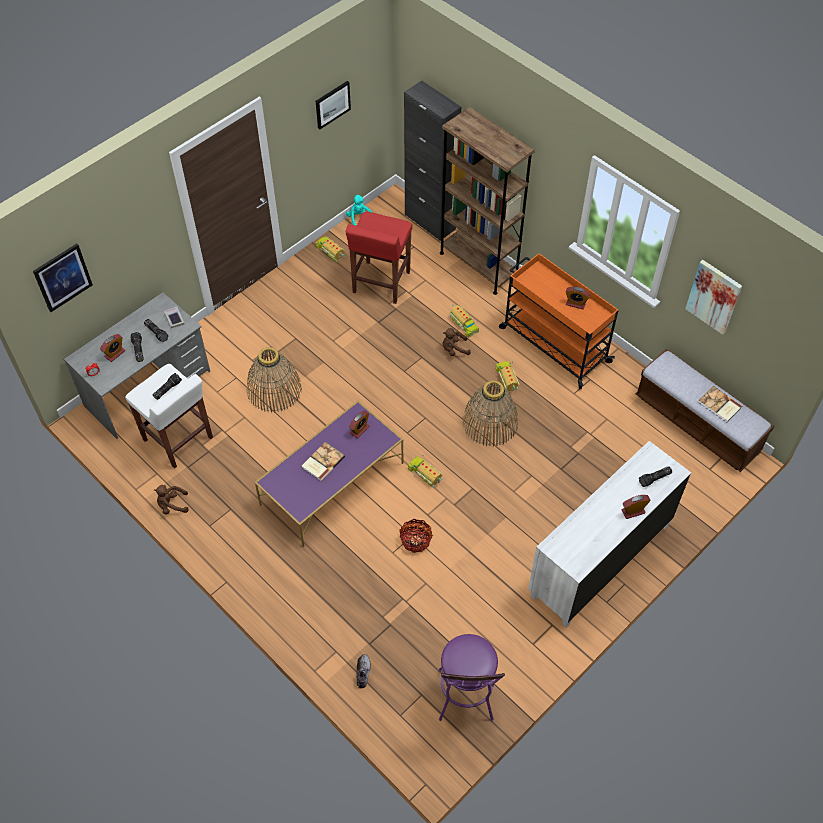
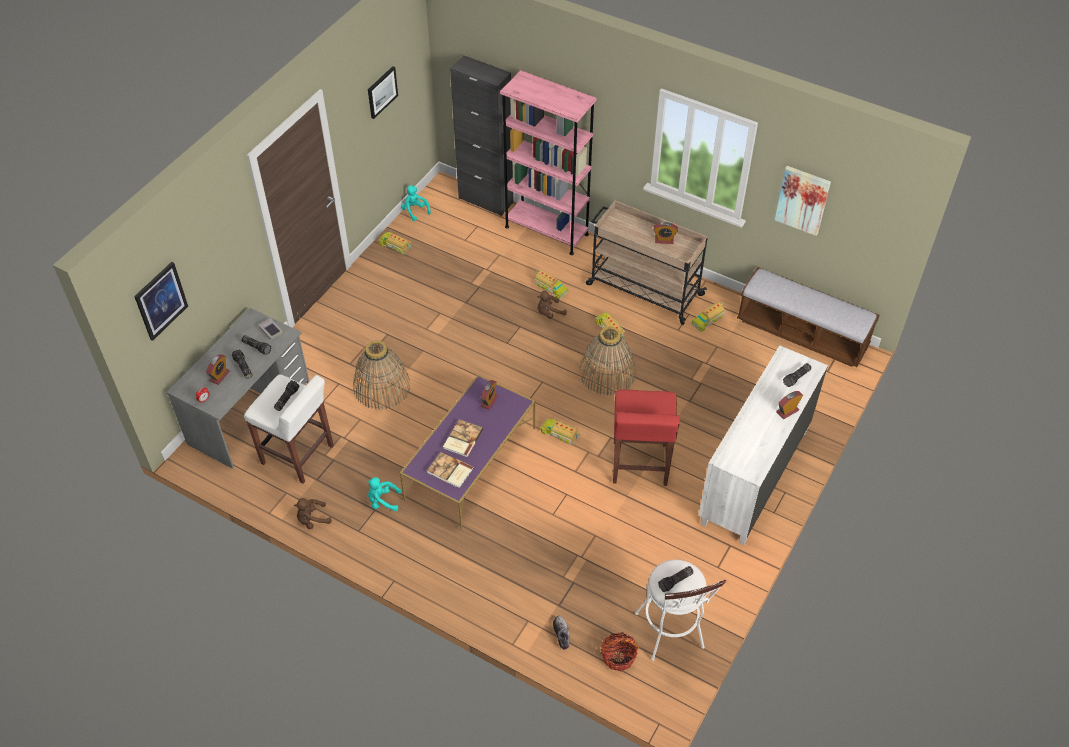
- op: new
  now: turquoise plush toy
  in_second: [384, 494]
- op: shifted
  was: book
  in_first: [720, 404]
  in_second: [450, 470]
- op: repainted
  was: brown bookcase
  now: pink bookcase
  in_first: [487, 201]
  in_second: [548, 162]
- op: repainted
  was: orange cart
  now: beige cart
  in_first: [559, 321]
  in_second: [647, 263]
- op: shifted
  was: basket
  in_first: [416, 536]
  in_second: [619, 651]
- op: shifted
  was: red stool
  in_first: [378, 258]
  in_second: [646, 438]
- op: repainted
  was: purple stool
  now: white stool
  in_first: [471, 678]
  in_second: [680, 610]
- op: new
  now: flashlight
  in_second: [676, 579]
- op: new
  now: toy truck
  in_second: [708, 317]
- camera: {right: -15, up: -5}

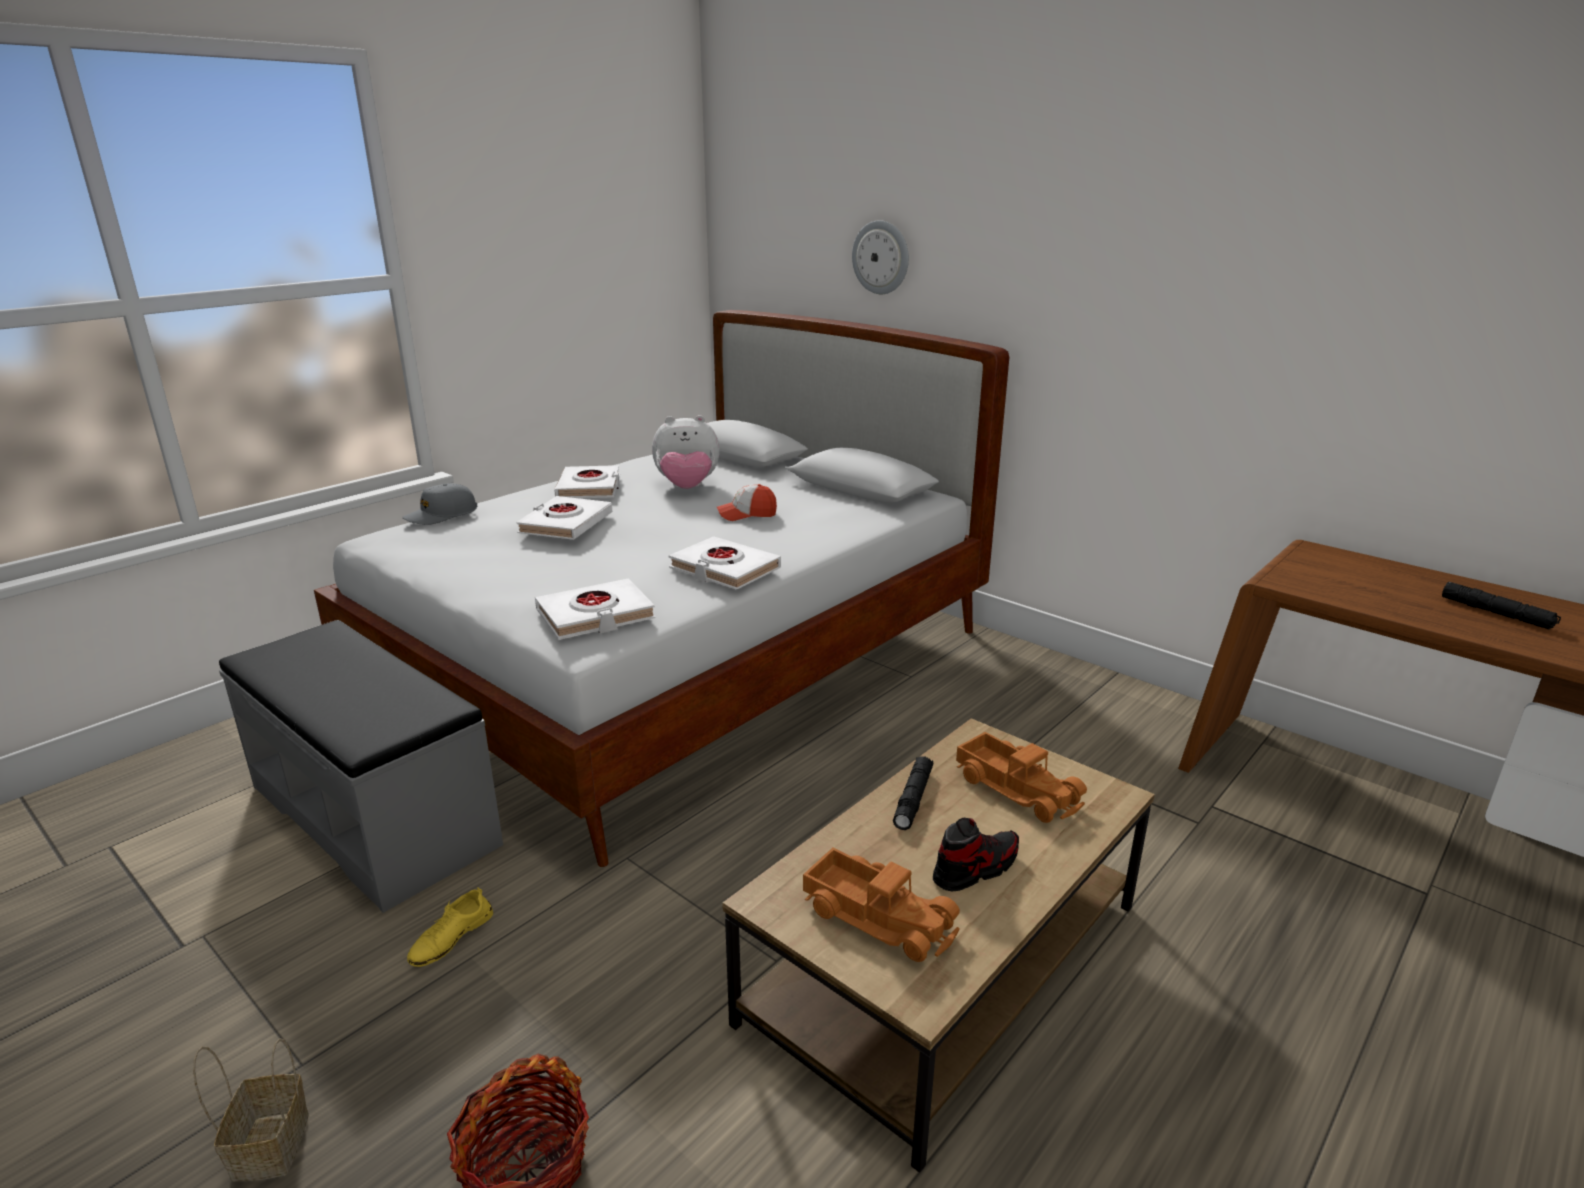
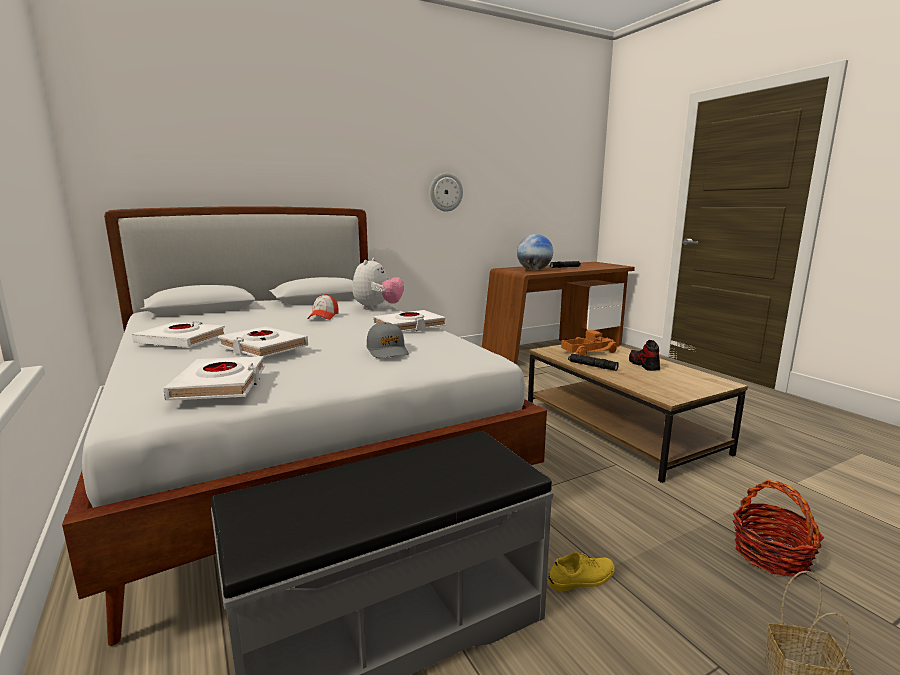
- op: shifted
  was: white book
  in_first: [595, 609]
  in_second: [214, 378]
- op: shifted
  was: plush toy
  in_first: [686, 452]
  in_second: [378, 284]
- op: shifted
  was: grey cap
  in_first: [439, 504]
  in_second: [387, 340]
- op: shifted
  was: wall clock
  in_first: [880, 257]
  in_second: [446, 192]
- op: new
  now: globe
  in_second: [535, 252]
- op: rotated
  was: yellow shoe
  in_first: [450, 927]
  in_second: [581, 571]
  clockwise: -75
- op: gone
  was: toy truck
  in_first: [881, 905]
- camera: {right: -70, up: -10}

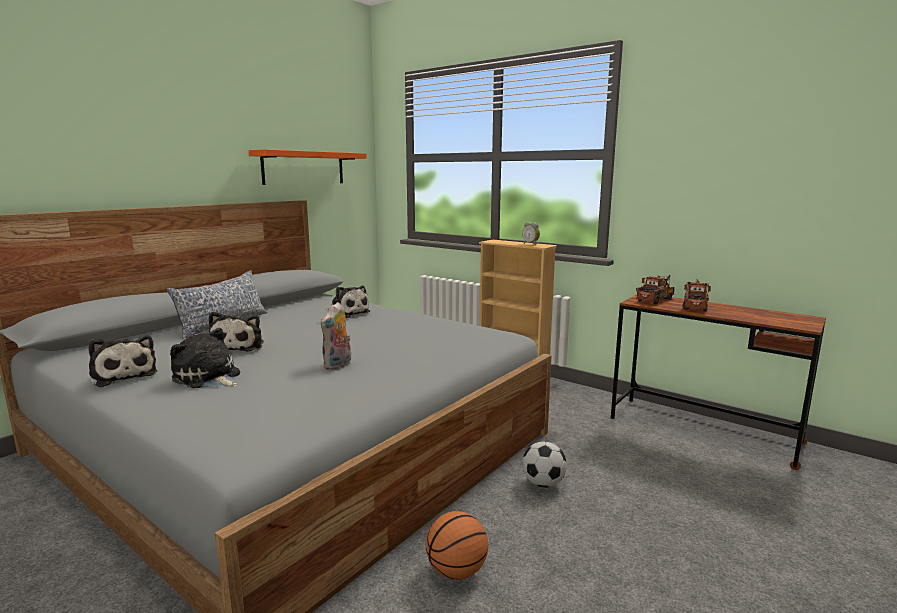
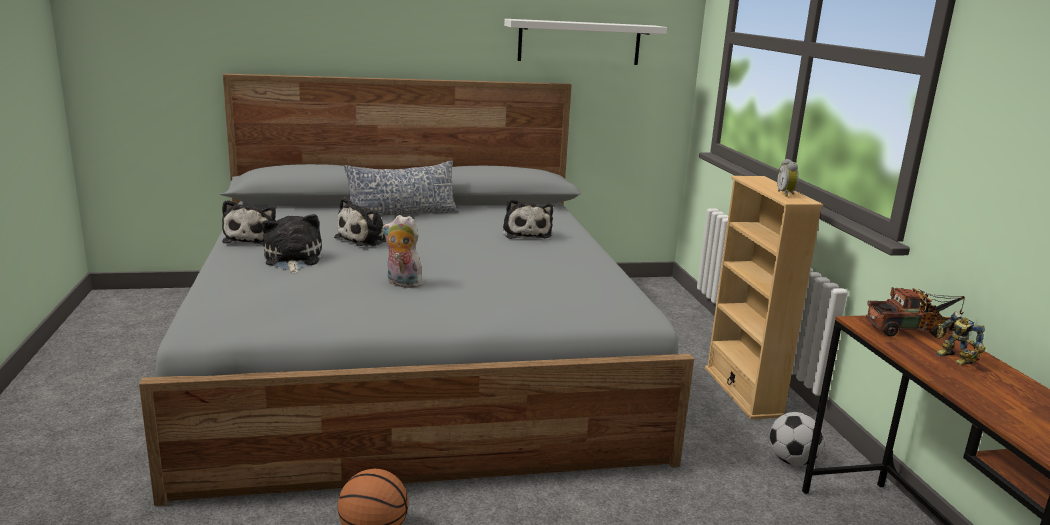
- op: rotated
  was: plush toy
  in_first: [336, 336]
  in_second: [403, 251]
  clockwise: 45
- op: repainted
  was: orange shelf
  now: white shelf
  in_first: [308, 167]
  in_second: [585, 42]
- op: shifted
  was: football
  in_first: [544, 464]
  in_second: [796, 439]
- op: swapped
  was: toy truck
  now: toy robot
  in_first: [697, 295]
  in_second: [961, 338]
- camera: {right: 40, up: 5}

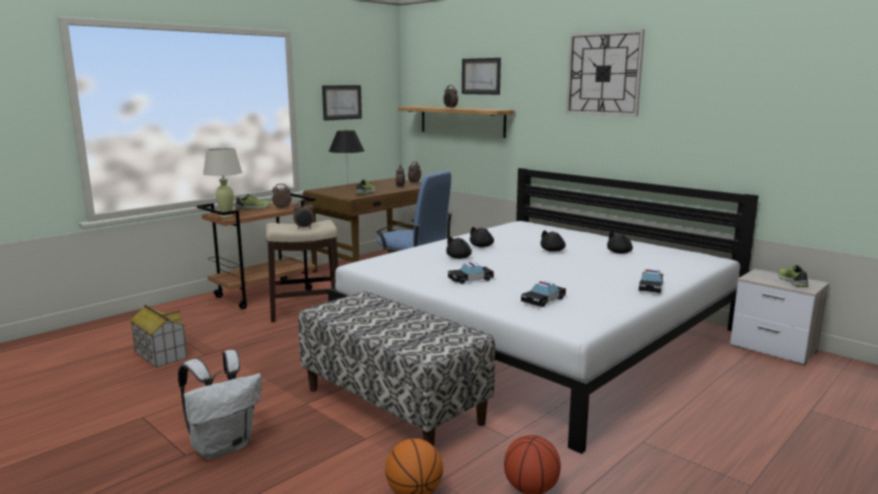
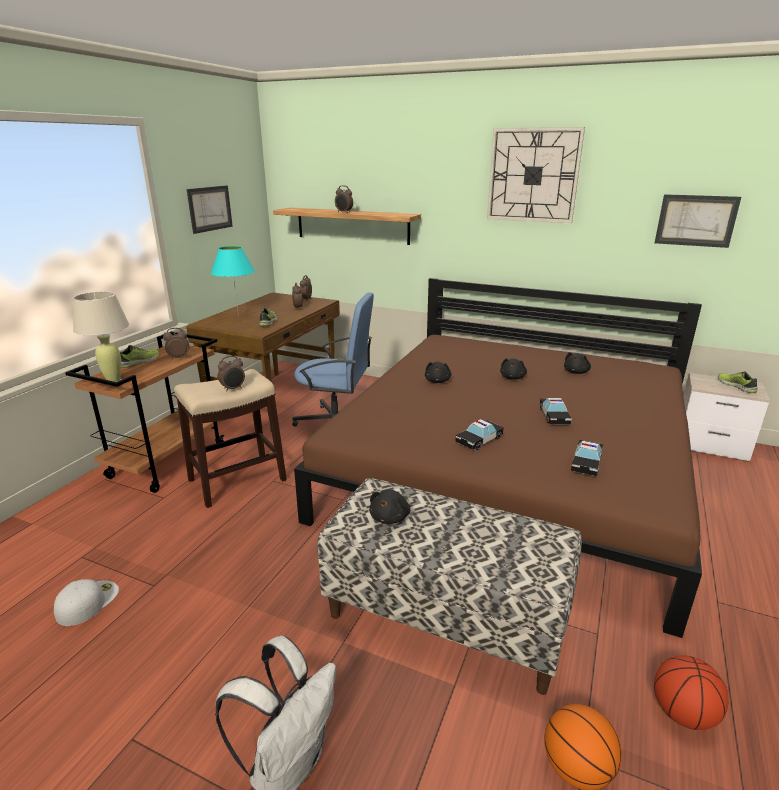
- op: swapped
  was: toy house
  now: white cap
  in_first: [158, 336]
  in_second: [86, 602]
- op: repainted
  was: black table lamp
  now: turquoise table lamp
  in_first: [347, 154]
  in_second: [233, 281]
- op: repainted
  was: white bed
  now: brown bed
  in_first: [543, 311]
  in_second: [498, 458]
- op: shifted
  was: black plush toy
  in_first: [459, 247]
  in_second: [389, 506]
- op: shifted
  was: toy car
  in_first: [651, 281]
  in_second: [556, 411]
- op: shifted
  was: picture
  in_first: [481, 76]
  in_second: [698, 221]
- camera: {right: -20, up: 10}

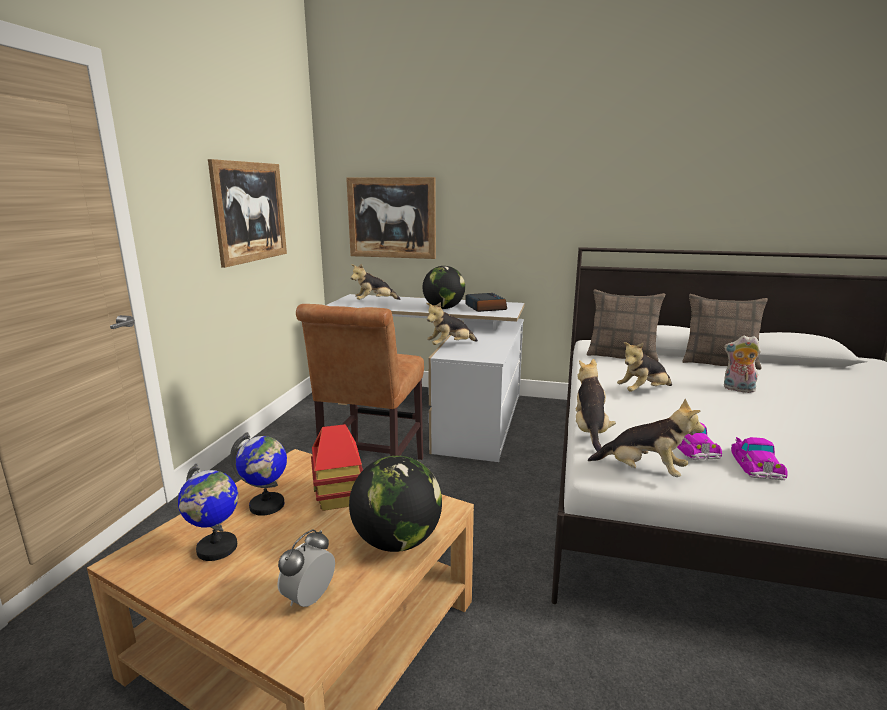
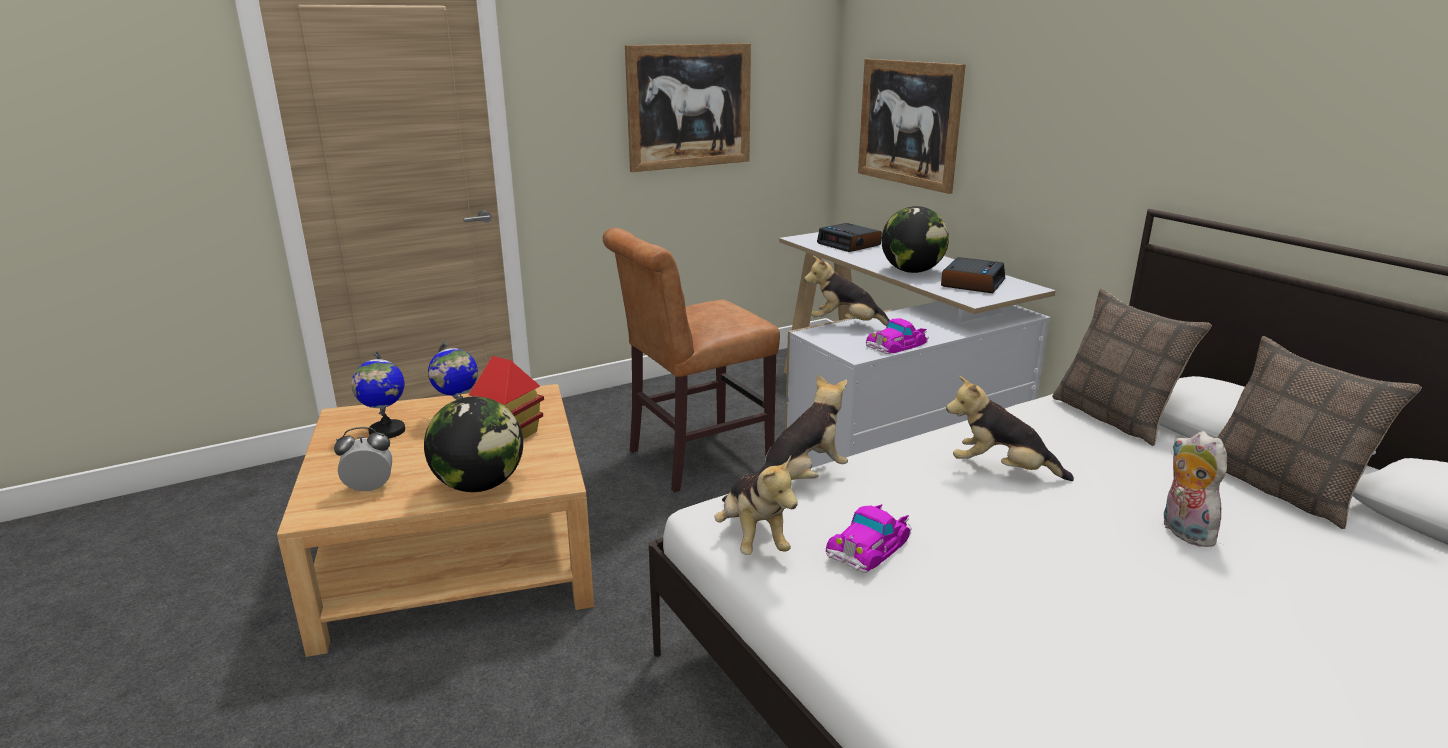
- op: swapped
  was: plush toy
  now: alarm clock
  in_first: [376, 282]
  in_second: [849, 237]
- op: shifted
  was: toy car
  in_first: [759, 458]
  in_second: [897, 336]
- camera: {right: 45, up: 5}

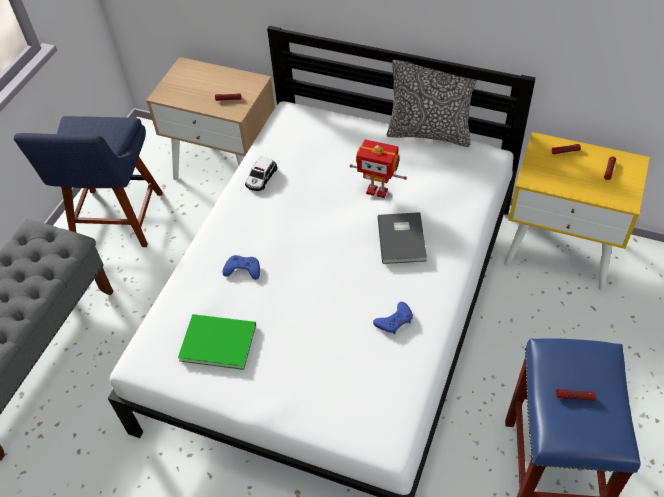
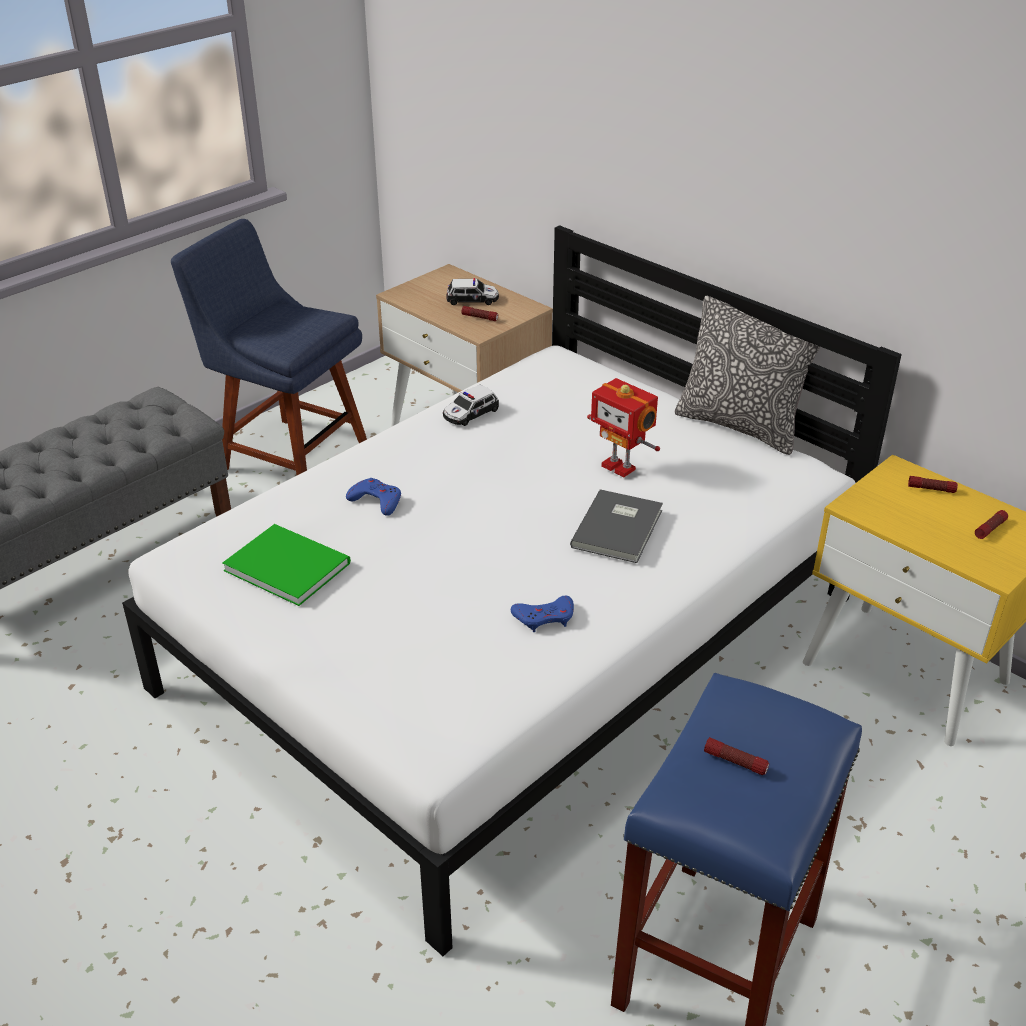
- op: rotated
  was: blue chair
  in_first: [88, 181]
  in_second: [269, 347]
  clockwise: 90
- op: new
  now: toy car
  in_second: [473, 291]
- camera: {right: 20, up: -15}

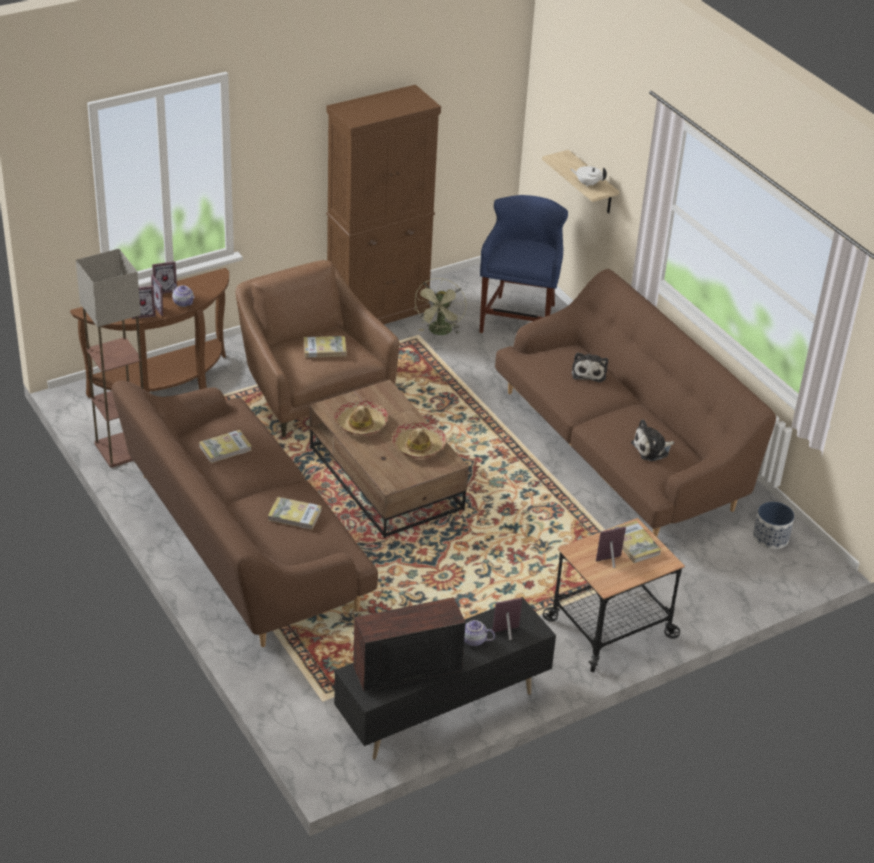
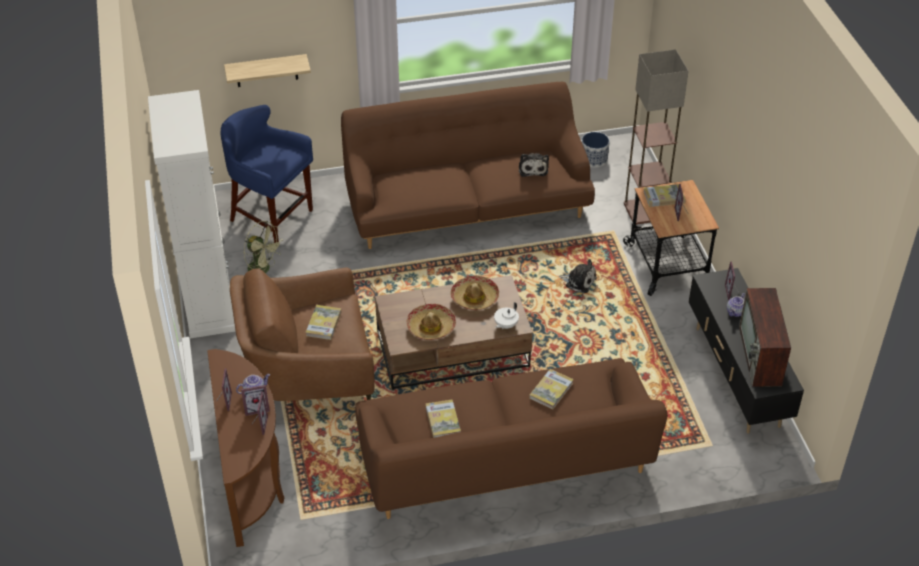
- op: repainted
  was: brown cabinet
  now: white cabinet
  in_first: [383, 204]
  in_second: [191, 214]
- op: shifted
  was: white teapot
  in_first: [588, 176]
  in_second: [506, 315]
- op: shifted
  was: plush toy
  in_first: [590, 367]
  in_second: [578, 276]
- op: shifted
  was: floor lamp
  in_first: [110, 358]
  in_second: [656, 137]
- camera: {right: -70, up: 5}

